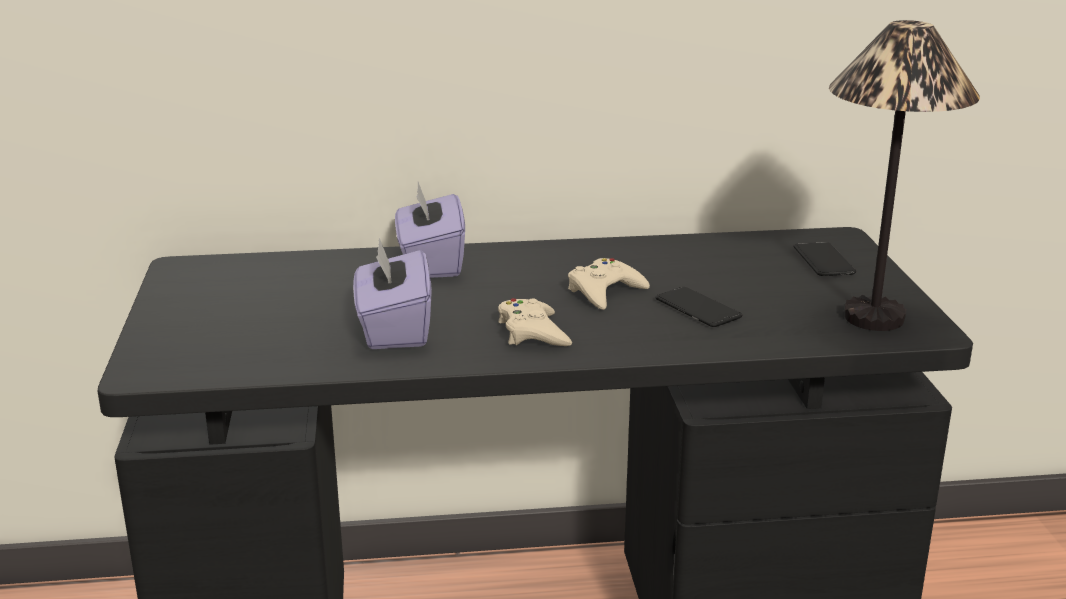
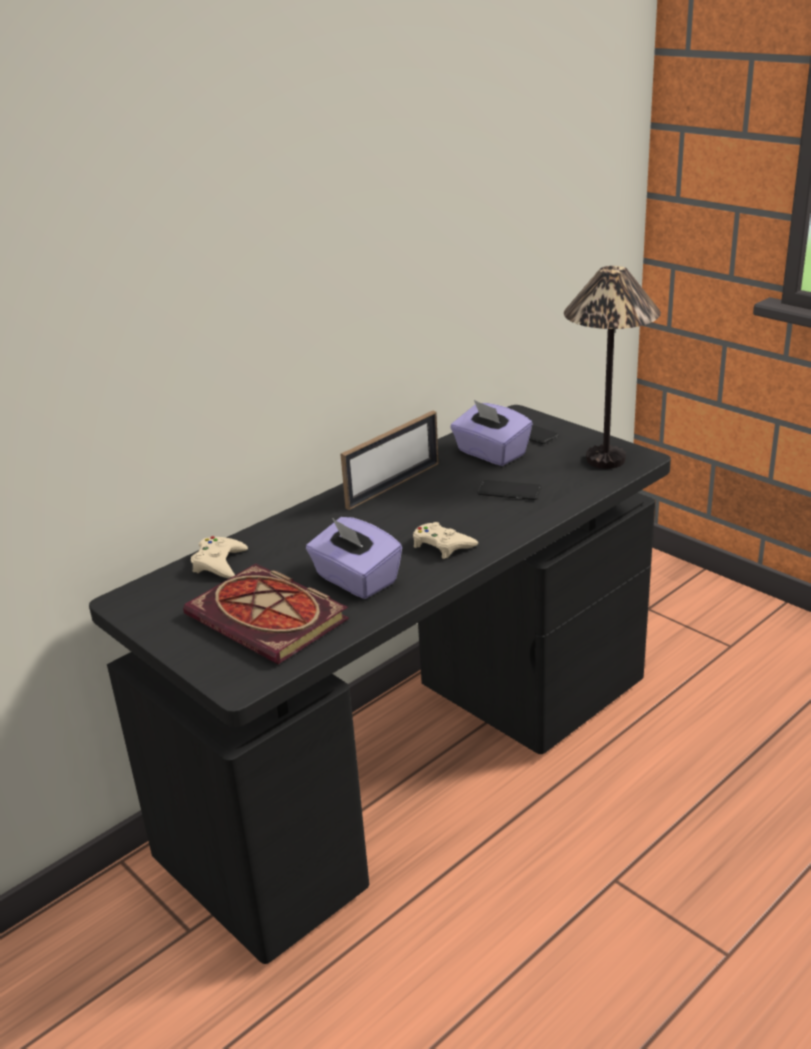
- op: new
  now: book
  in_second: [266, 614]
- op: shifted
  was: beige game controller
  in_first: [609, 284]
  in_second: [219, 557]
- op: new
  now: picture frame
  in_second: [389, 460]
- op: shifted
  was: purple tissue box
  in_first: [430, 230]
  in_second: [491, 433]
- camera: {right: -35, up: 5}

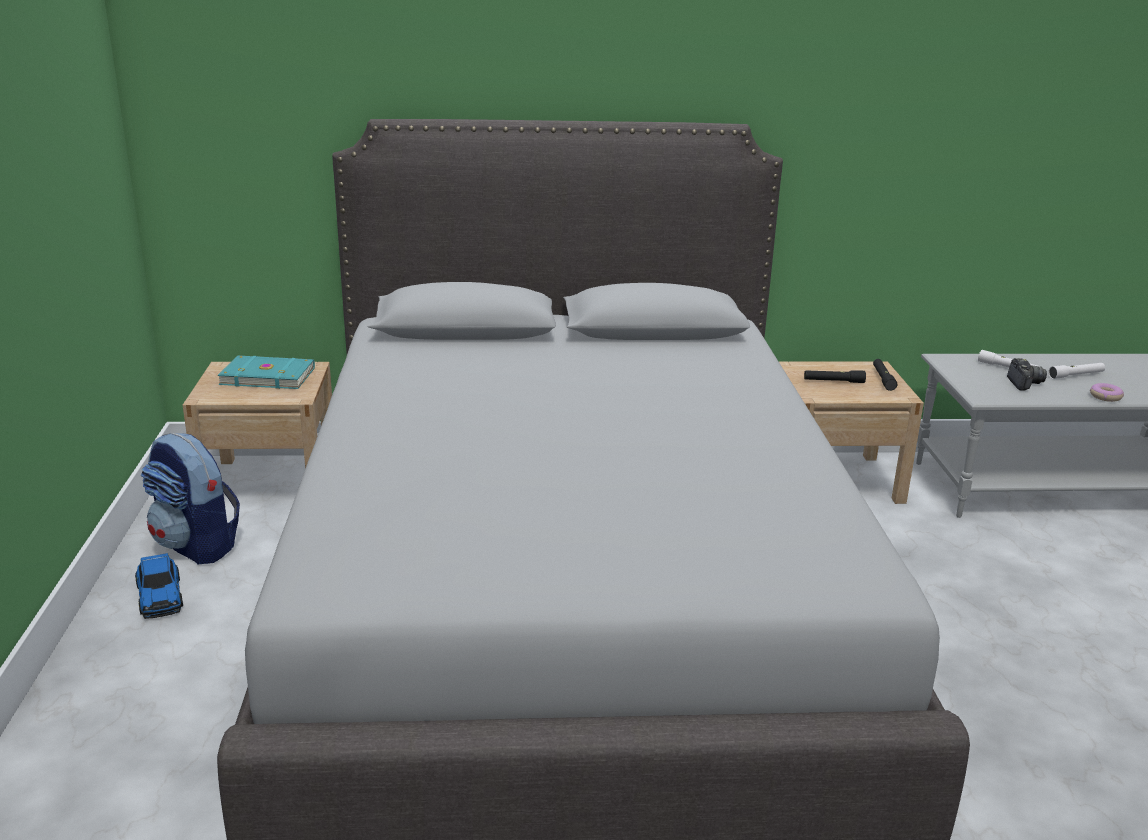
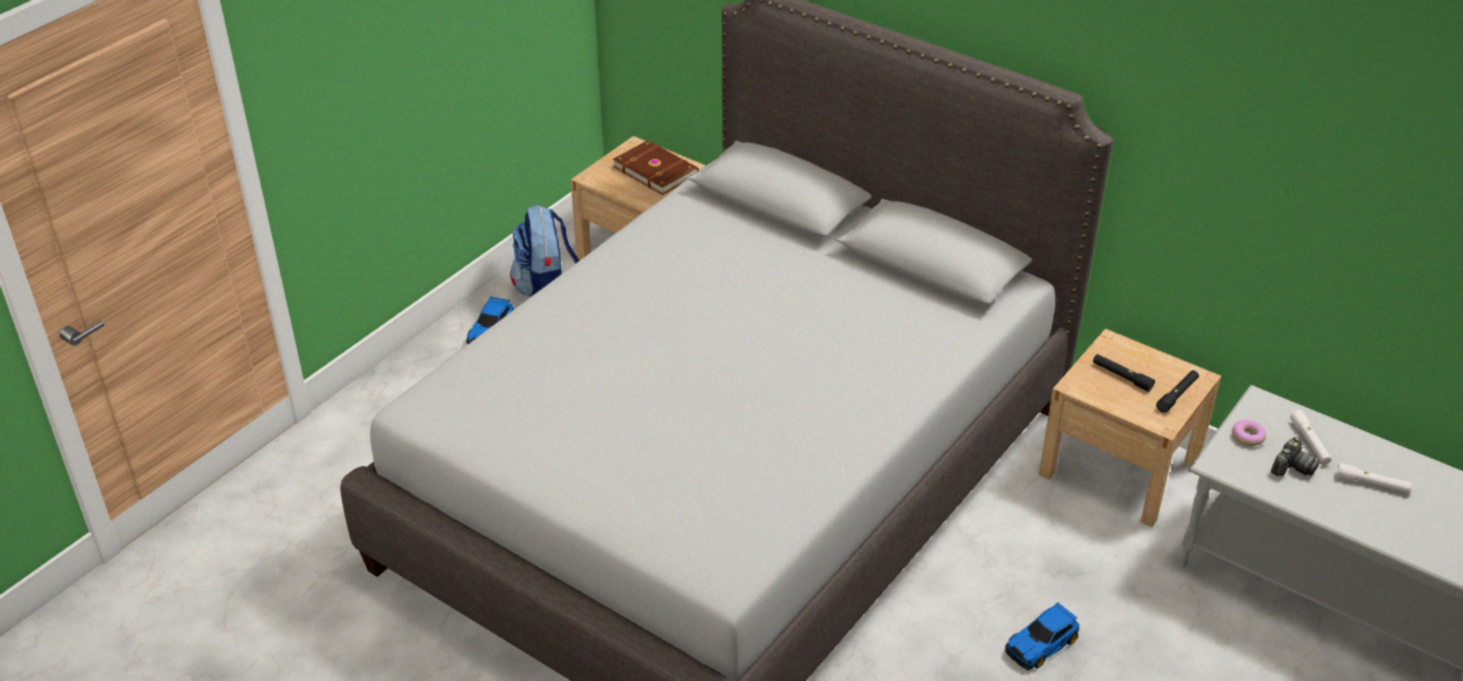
- op: repainted
  was: turquoise book
  now: brown book
  in_first: [266, 372]
  in_second: [656, 167]
- op: new
  now: toy car
  in_second: [1042, 636]
- op: shifted
  was: donut
  in_first: [1107, 392]
  in_second: [1249, 433]
- camera: {right: 40, up: 15}

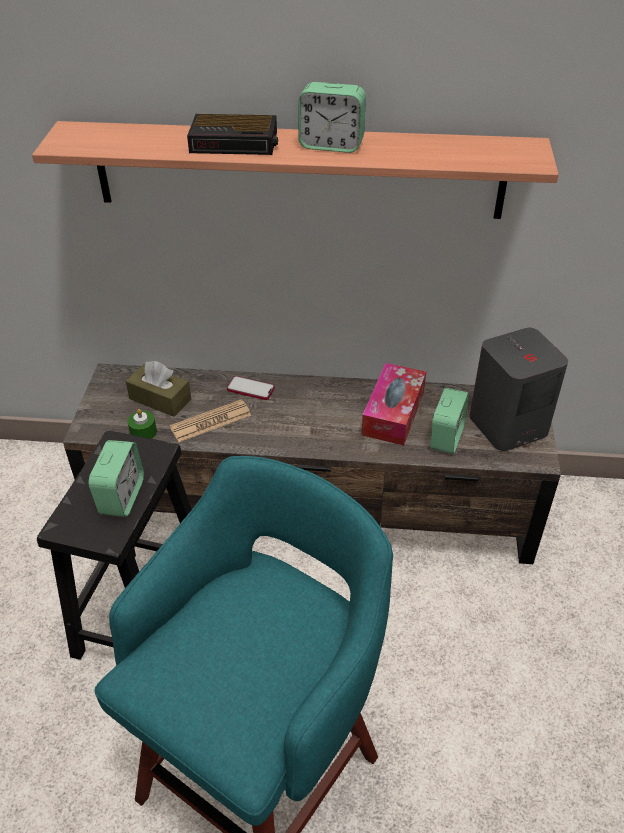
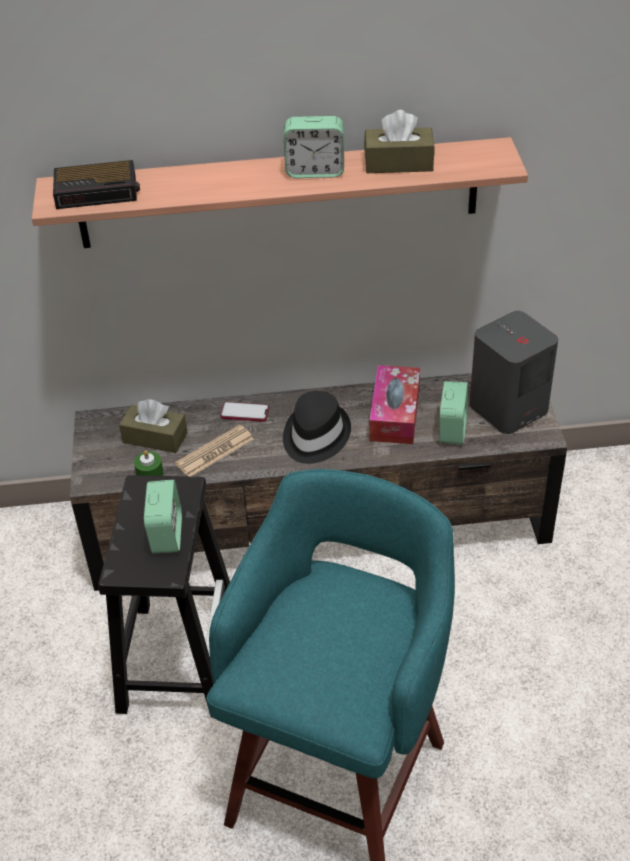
- op: shifted
  was: alarm clock
  in_first: [232, 134]
  in_second: [96, 184]
- op: new
  now: black hat
  in_second: [317, 427]
- op: new
  now: brown tissue box
  in_second: [399, 141]
- camera: {right: -10, up: 0}

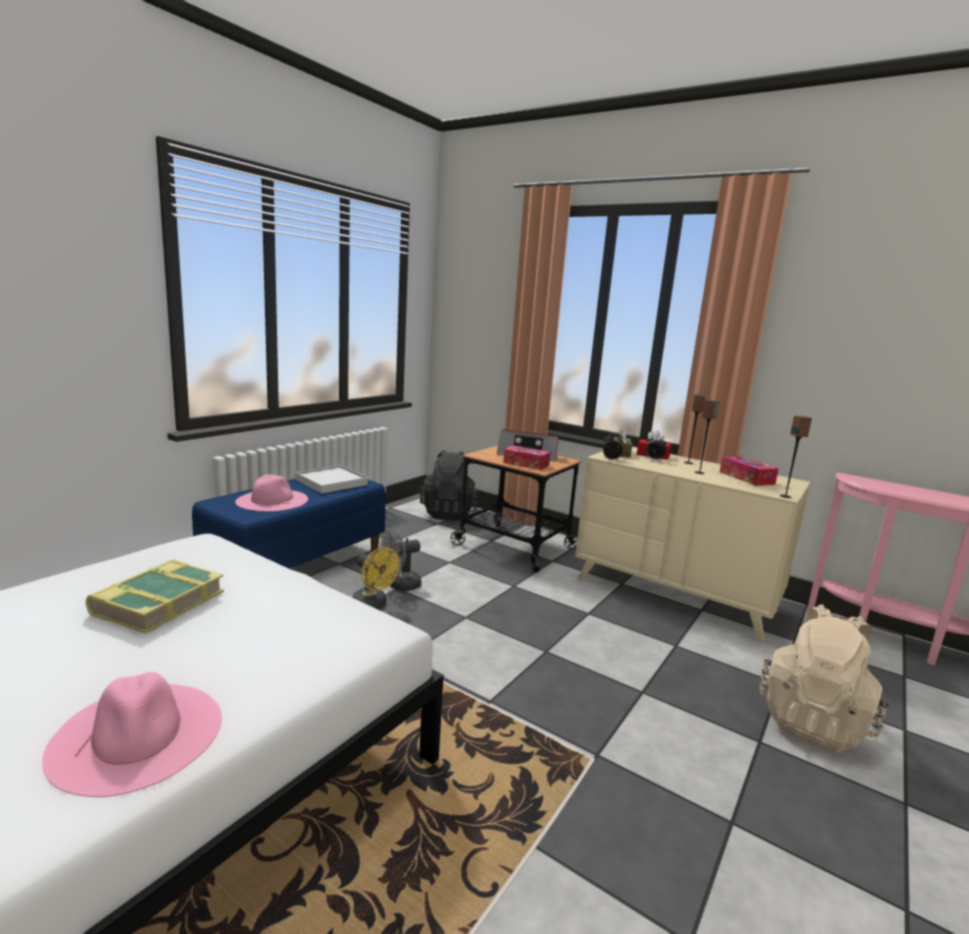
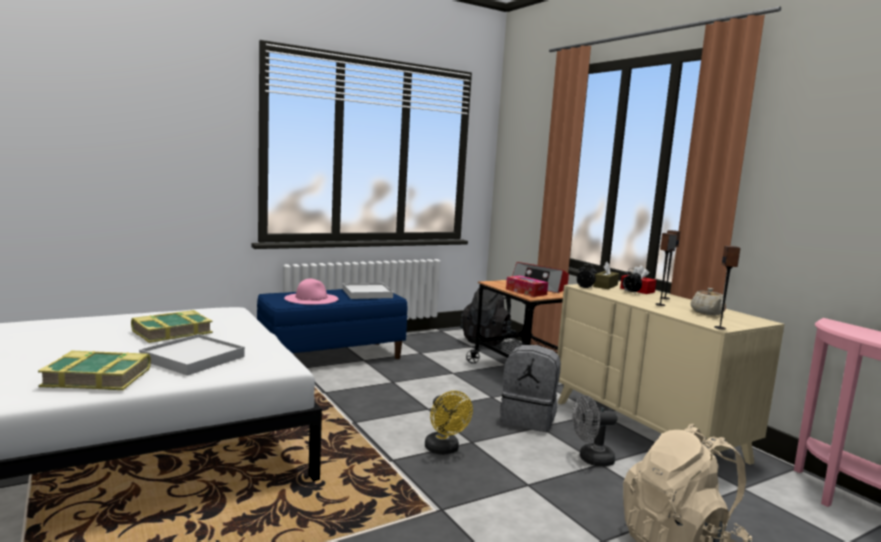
- op: swapped
  was: pink hat
  now: book
  in_first: [132, 734]
  in_second: [94, 370]
- op: new
  now: white tray
  in_second: [192, 355]
- op: shifted
  was: yellow fan
  in_first: [376, 578]
  in_second: [449, 423]
- op: new
  now: grey backpack
  in_second: [530, 388]
- op: shifted
  was: grey fan
  in_first: [400, 560]
  in_second: [594, 431]
- op: swapped
  was: tissue box
  now: beige teapot
  in_first: [749, 471]
  in_second: [708, 301]
- camera: {right: 25, up: -5}

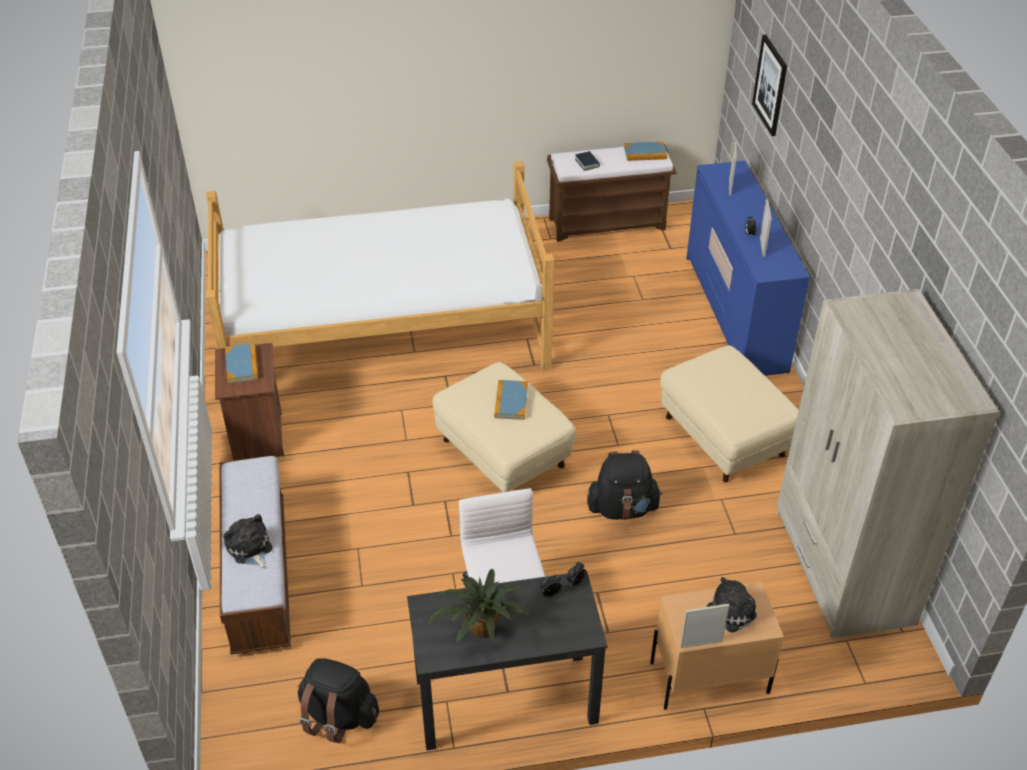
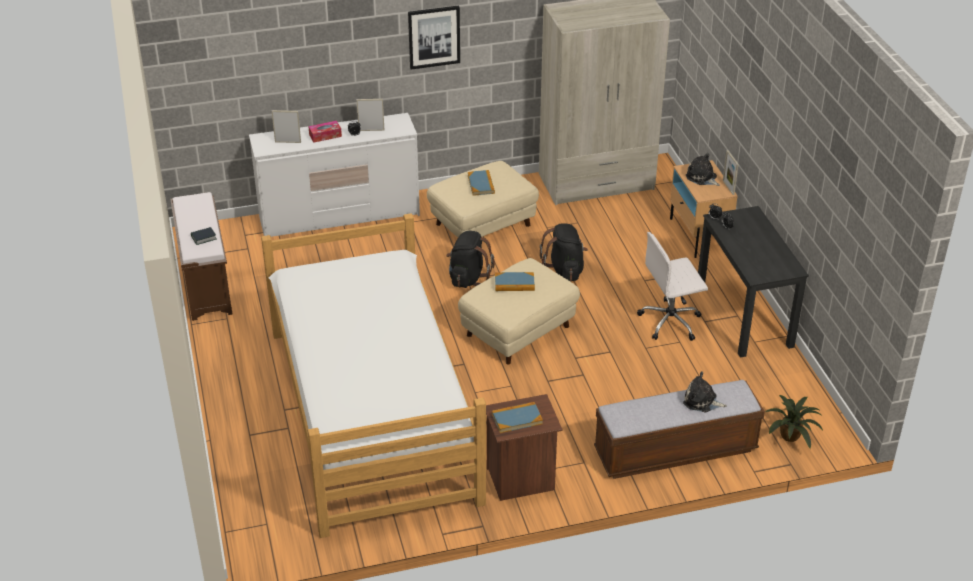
- op: repainted
  was: blue dresser
  now: white dresser
  in_first: [748, 268]
  in_second: [334, 175]
- op: new
  now: tissue box
  in_second: [325, 132]
- op: shifted
  was: picture
  in_first: [769, 85]
  in_second: [434, 37]
- op: shifted
  was: black backpack
  in_first: [338, 700]
  in_second: [470, 259]
- op: shifted
  was: book
  in_first: [645, 151]
  in_second: [481, 183]
- op: rotated
  was: plush toy
  in_first: [247, 541]
  in_second: [705, 391]
  clockwise: 60
- op: shifted
  was: potted plant
  in_first: [479, 605]
  in_second: [794, 422]
- camera: {right: -95, up: -5}

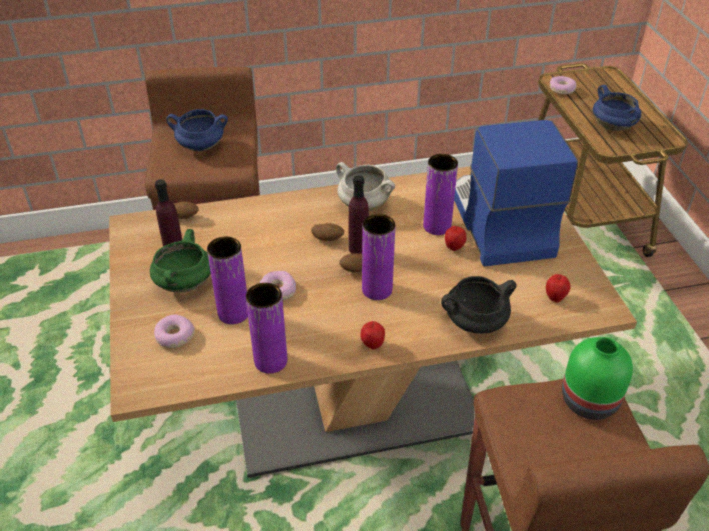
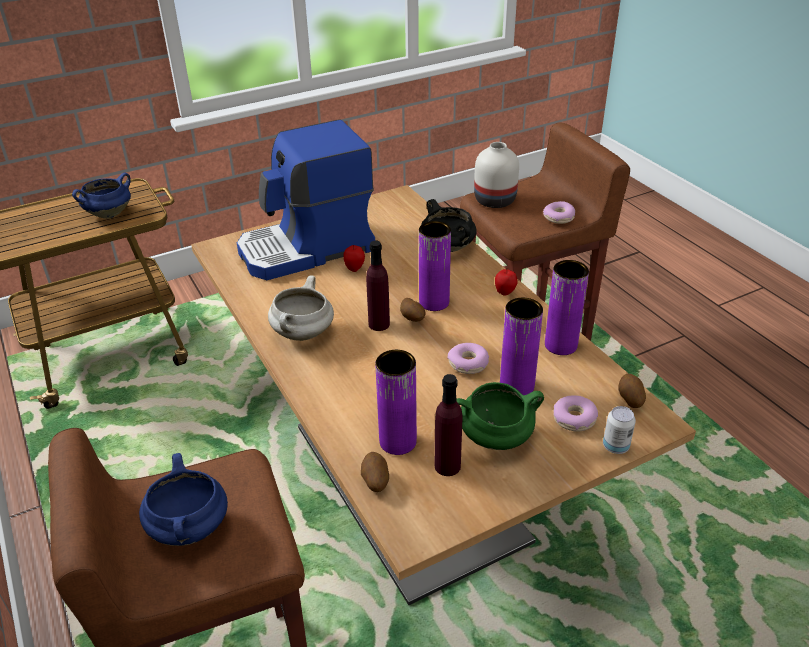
- op: shifted
  was: purple vase
  in_first: [440, 194]
  in_second: [396, 402]
- op: repainted
  was: green vase
  now: white vase
  in_first: [597, 378]
  in_second: [496, 175]
- op: shifted
  was: donut
  in_first: [563, 85]
  in_second: [559, 212]
- op: new
  now: can
  in_second: [619, 430]
- op: shifted
  was: potato
  in_first: [327, 232]
  in_second: [632, 391]
- op: gone
  was: apple
  in_first: [558, 288]
- camera: {right: -105, up: -5}

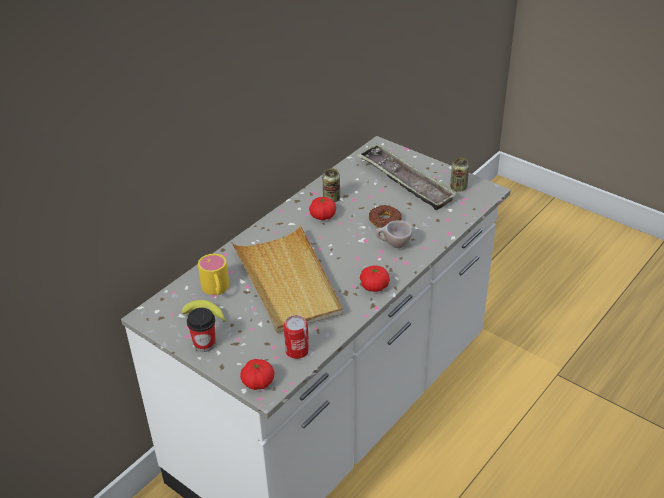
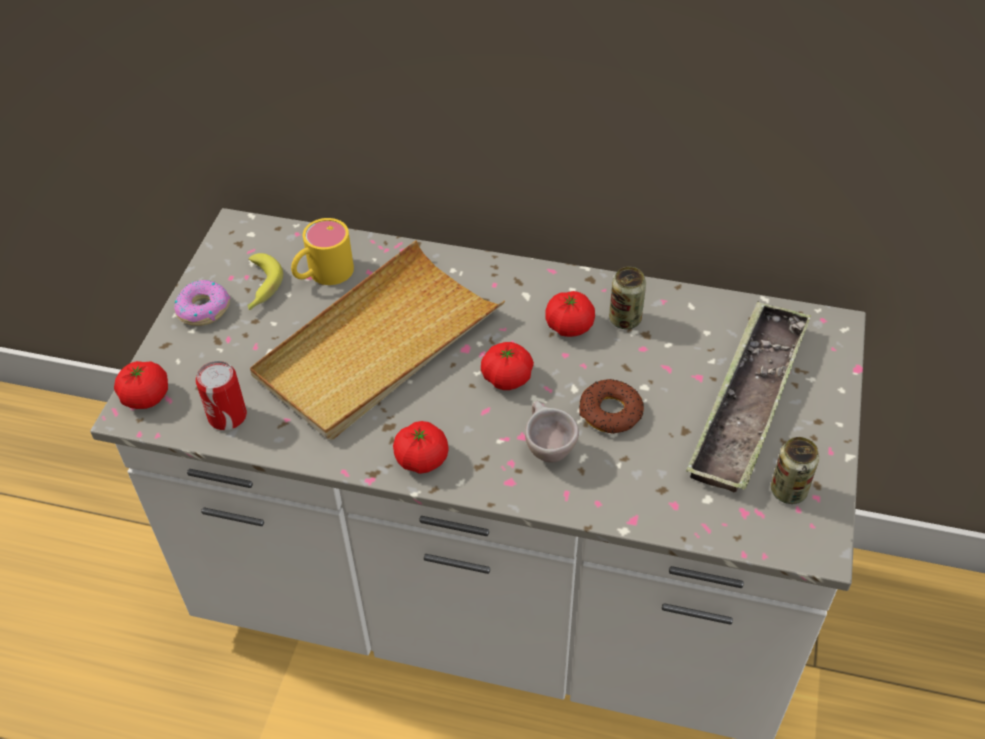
- op: swapped
  was: cup
  now: donut
  in_first: [201, 330]
  in_second: [202, 303]
- op: new
  now: tomato
  in_second: [507, 366]
- camera: {right: 65, up: 10}

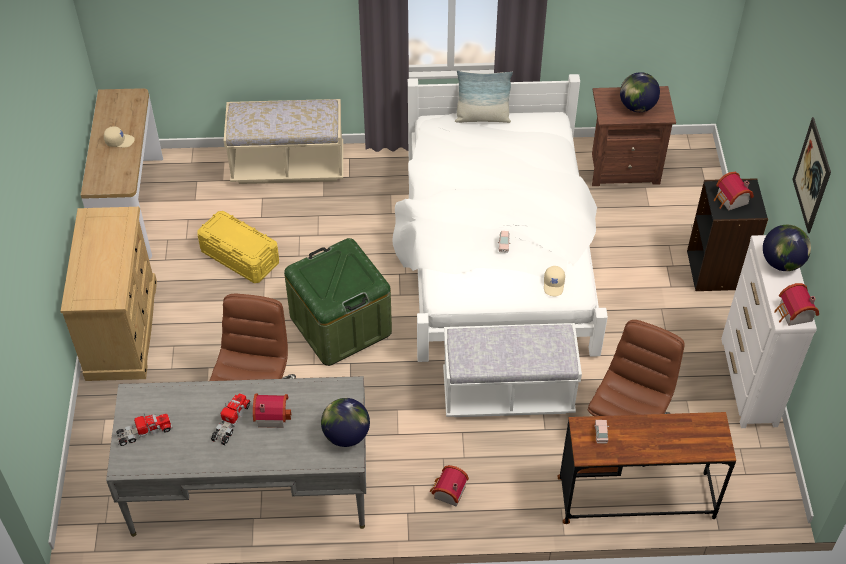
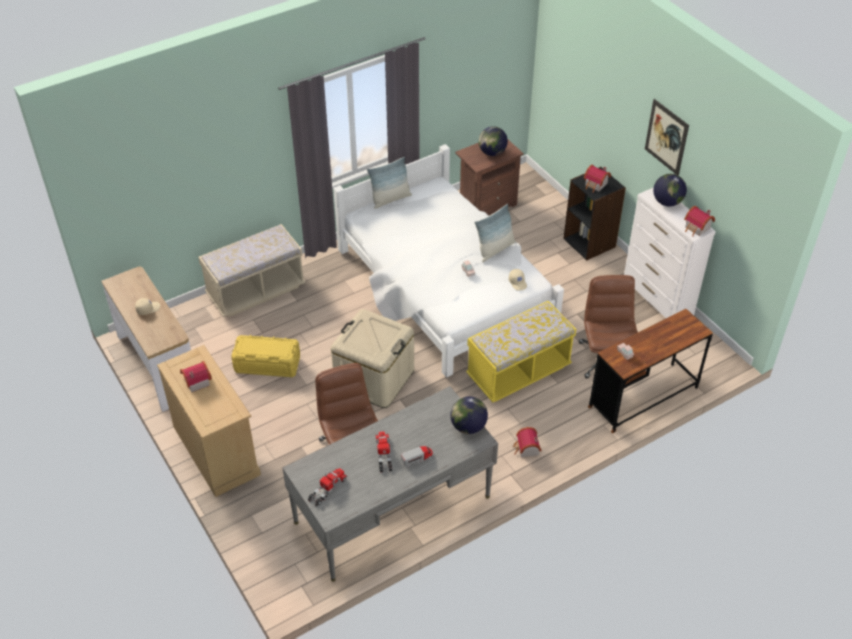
- op: shifted
  was: toy house
  in_first: [272, 410]
  in_second: [196, 377]
- op: repainted
  was: green storage box
  now: beige storage box
  in_first: [338, 302]
  in_second: [372, 358]
- op: new
  now: toy truck
  in_second: [417, 456]
- op: repainted
  was: white bench
  now: yellow bench
  in_first: [512, 370]
  in_second: [521, 352]
- op: new
  now: pillow
  in_second: [495, 233]
- camera: {right: -30, up: -5}

